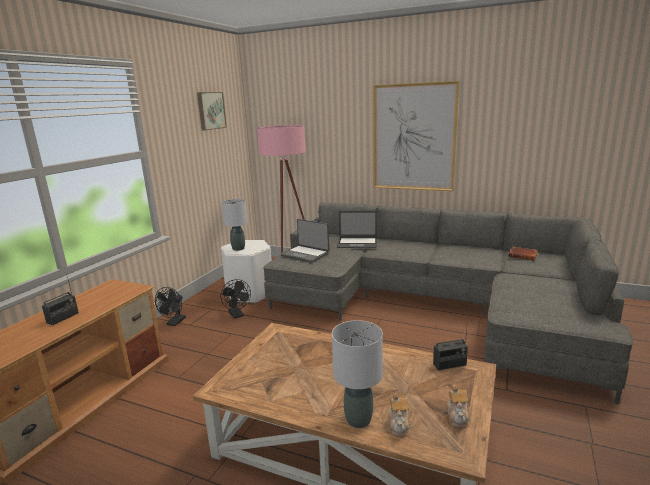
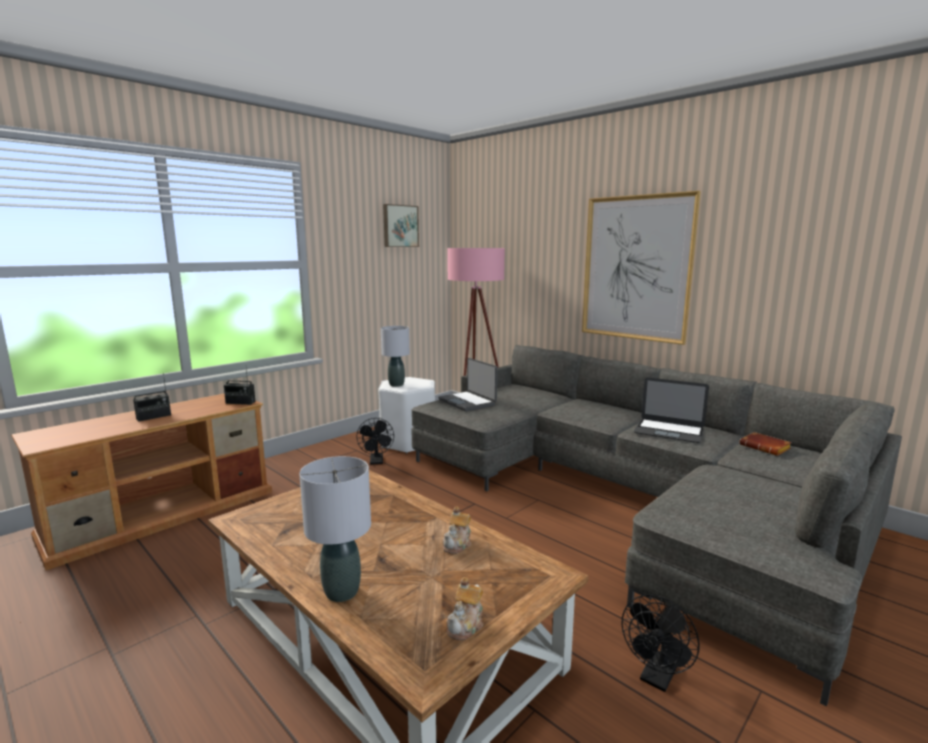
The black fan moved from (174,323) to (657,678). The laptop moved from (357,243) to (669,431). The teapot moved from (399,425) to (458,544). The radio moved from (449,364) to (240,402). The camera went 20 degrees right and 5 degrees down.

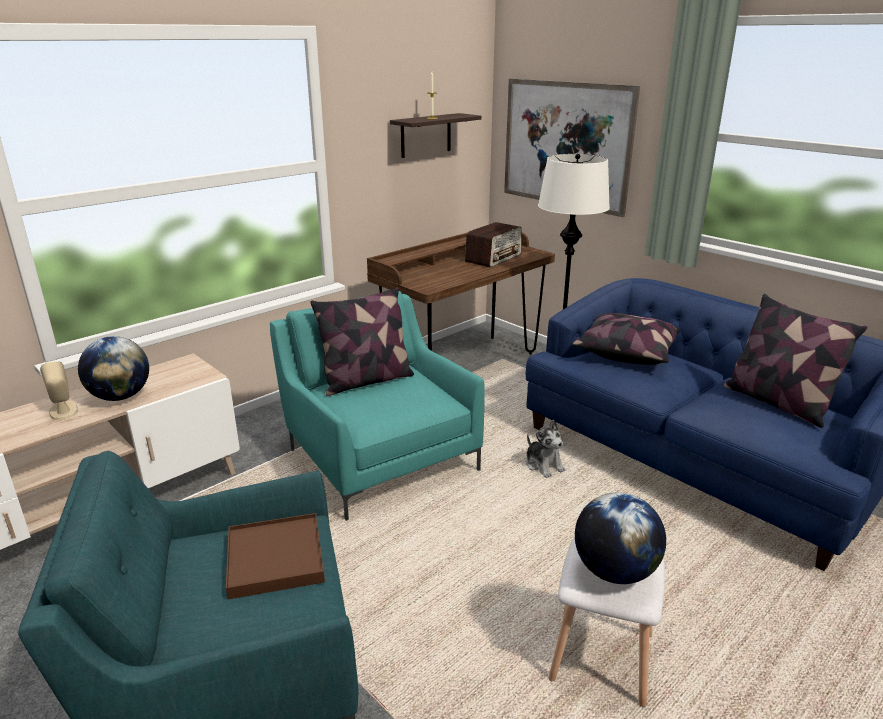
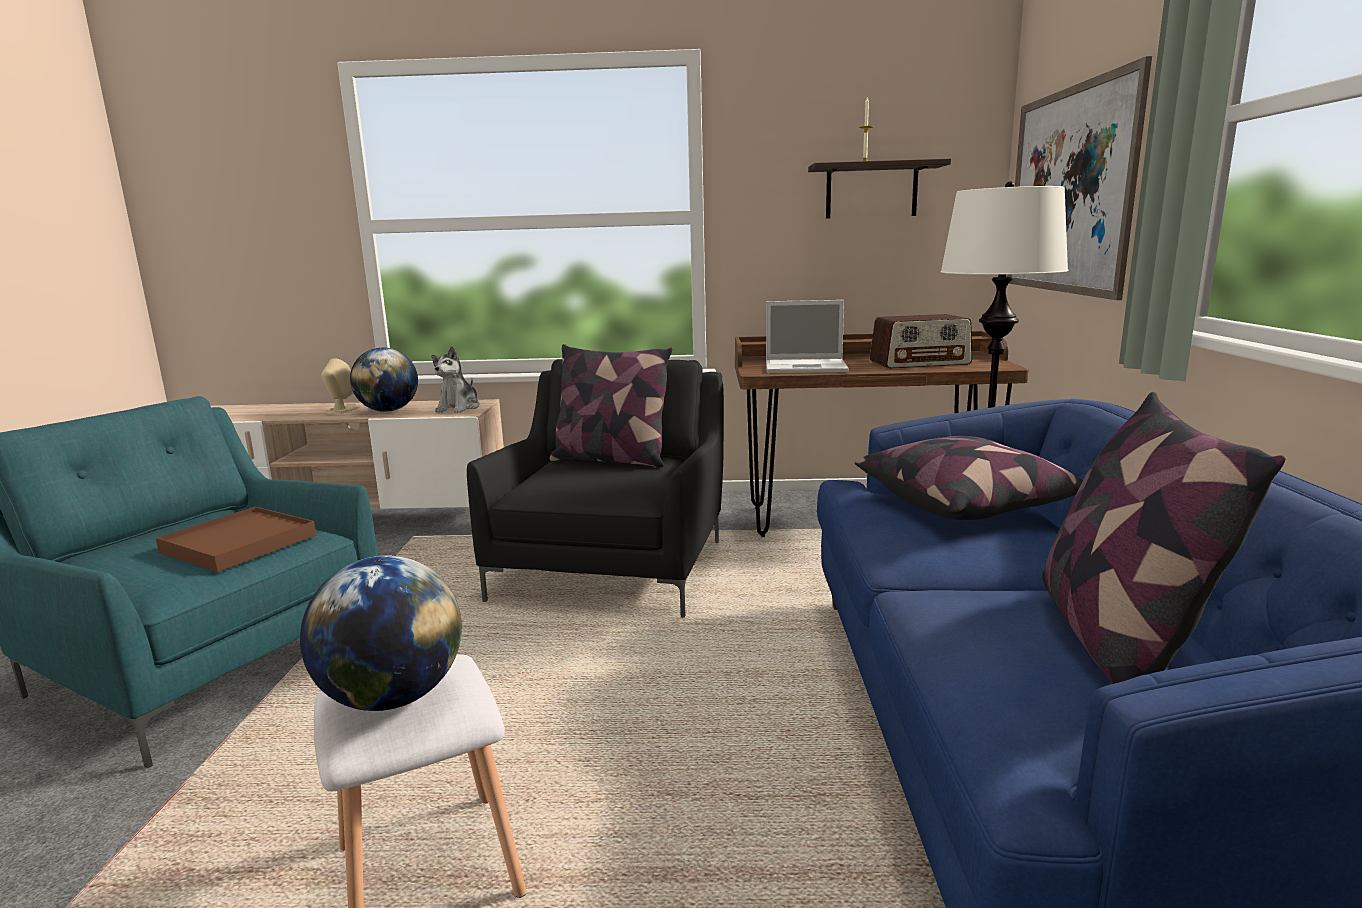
The laptop at (807,367) appeared. The plush toy moved from (543,465) to (459,408). The turquoise armchair at (380,456) became the black armchair at (614,566). The camera went 45 degrees right and 10 degrees down.

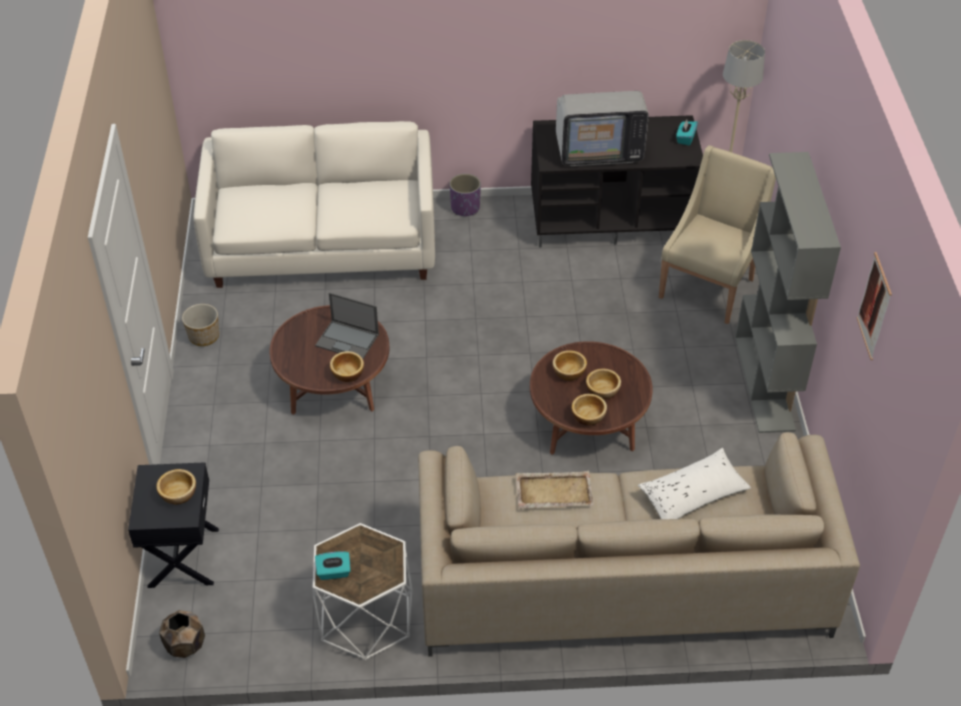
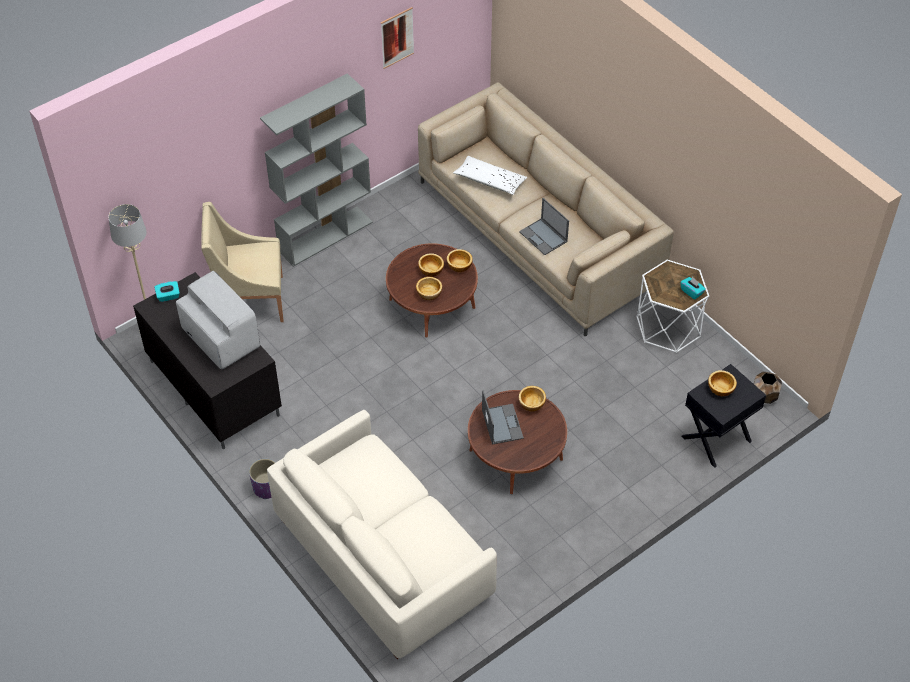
The planter at (203,336) disappeared. The beige tray at (553,492) was replaced by the laptop at (543,237). The camera went 125 degrees left and 5 degrees up.

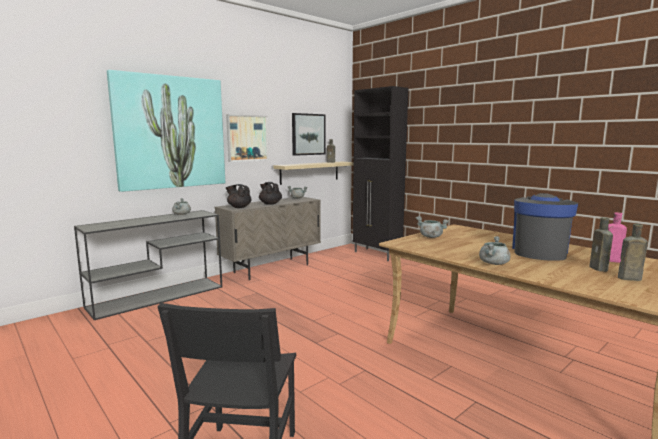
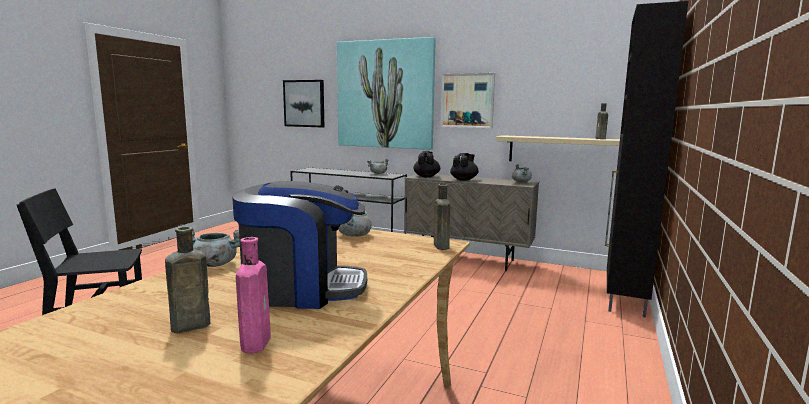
The picture moved from (308,134) to (304,103). The brown bottle moved from (627,278) to (440,246). The camera went 65 degrees right and 0 degrees up.

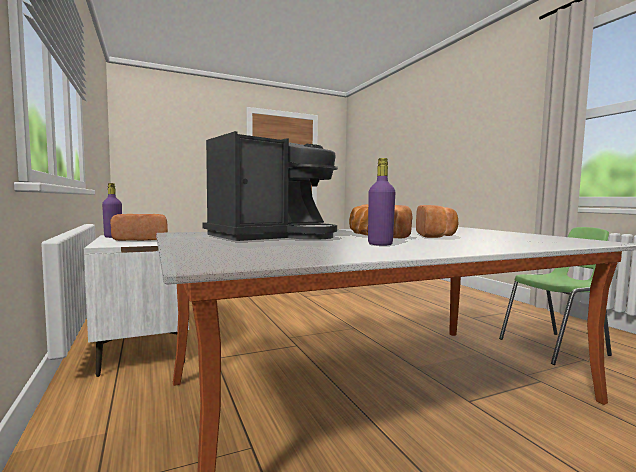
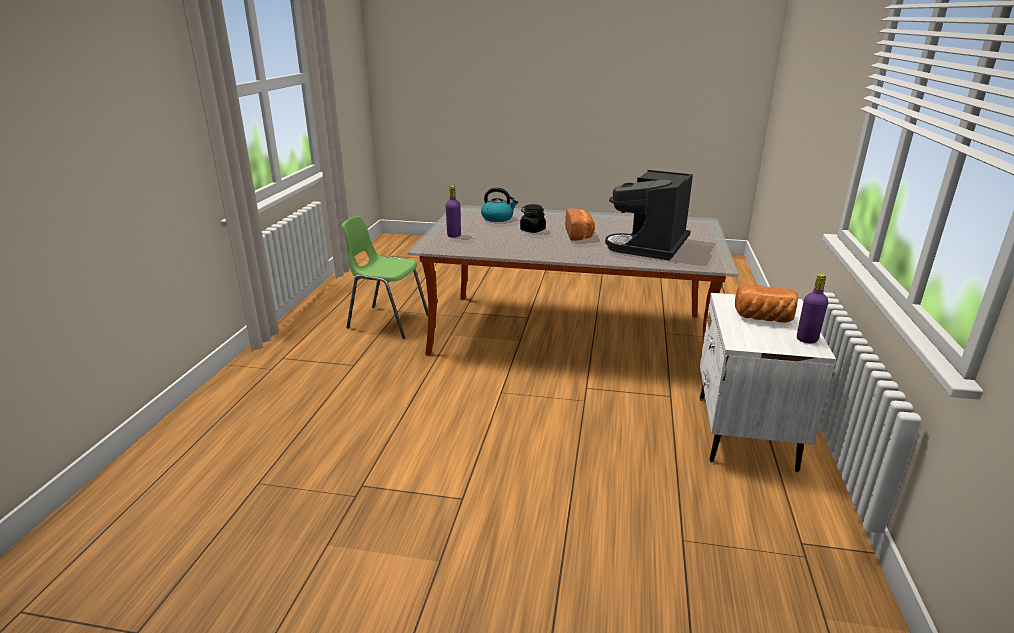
The kettle at (498,218) appeared. The purple bottle moved from (380,244) to (454,235). The bread at (436,236) was replaced by the black jar at (532,230). The coffee machine at (273,236) turned 60 degrees counterclockwise. The camera went 145 degrees left and 20 degrees up.

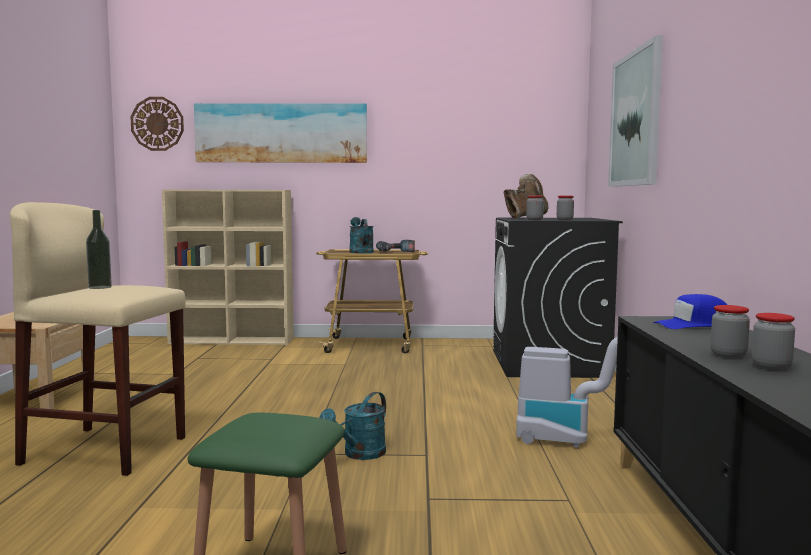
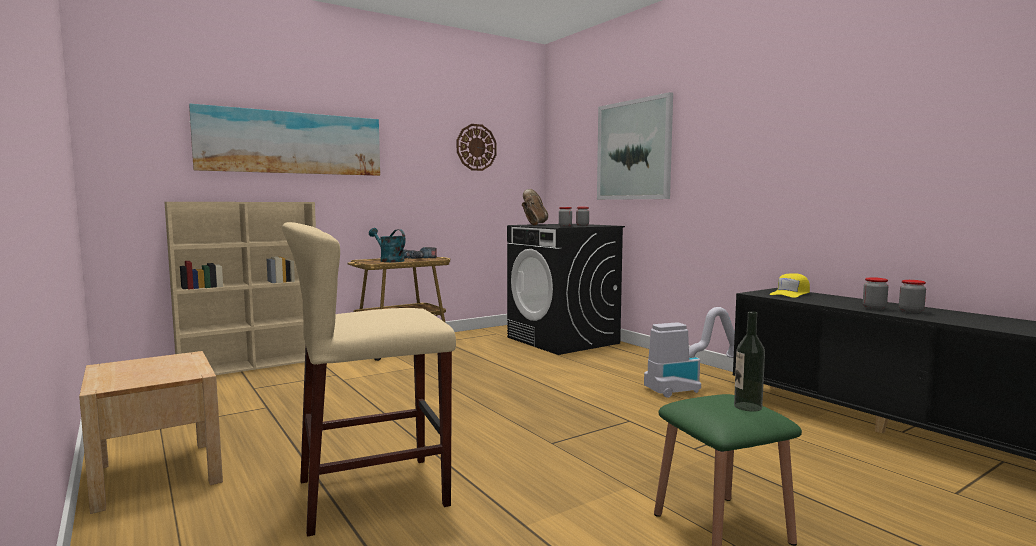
The turquoise watering can at (359,454) disappeared. The bottle moved from (100,287) to (747,407). The wall clock moved from (157,124) to (476,147). The blue cap at (692,325) became the yellow cap at (790,294). The camera went 35 degrees left and 0 degrees up.

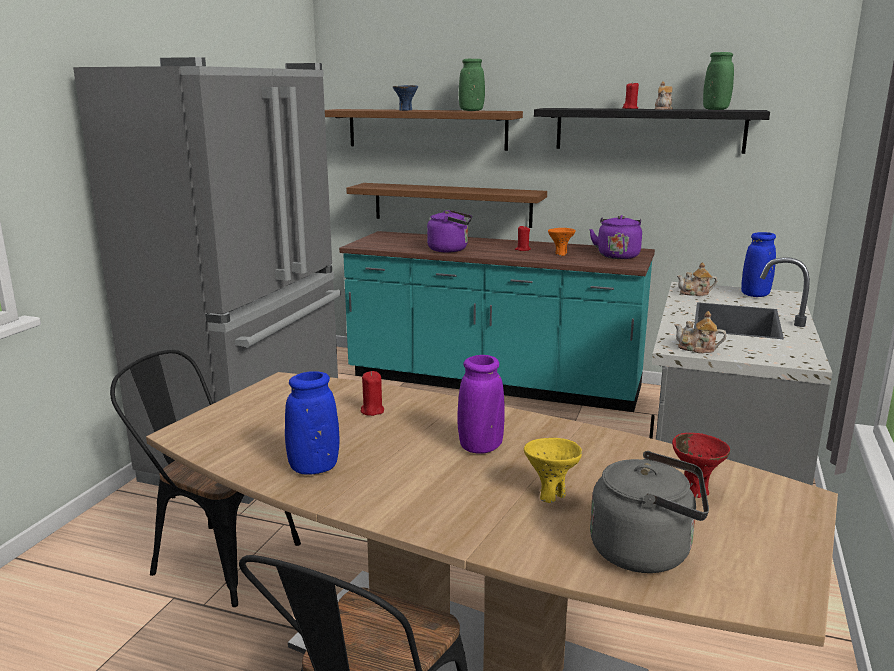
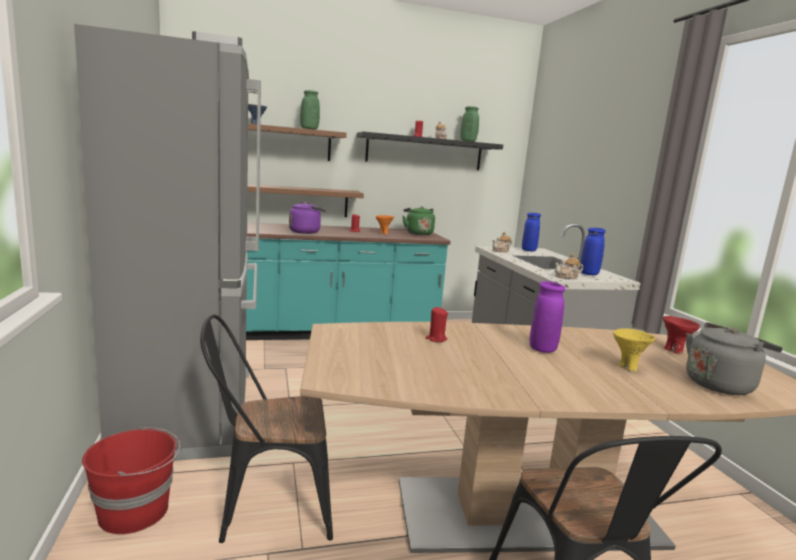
The red bucket at (135,511) appeared. The blue vase moved from (314,468) to (589,274). The purple kettle at (617,255) became the green kettle at (418,233). The camera went 35 degrees left and 5 degrees down.

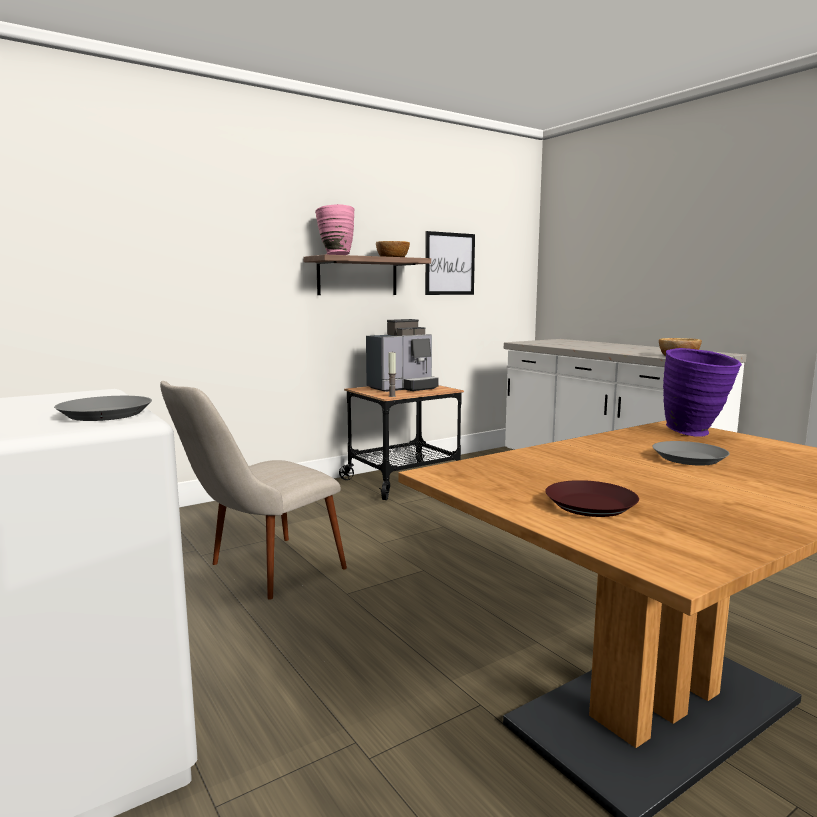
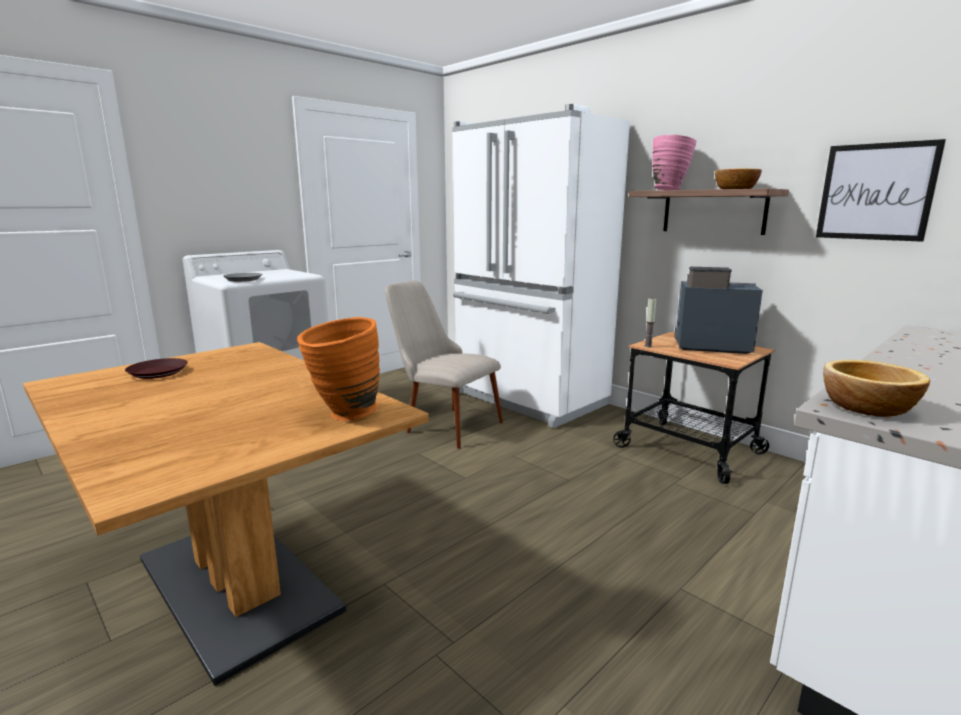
The grey plate at (688,458) disappeared. The white fridge at (528,399) appeared. The purple vase at (696,434) became the orange vase at (343,416). The coffee machine at (403,388) turned 150 degrees clockwise. The camera went 80 degrees right and 5 degrees up.

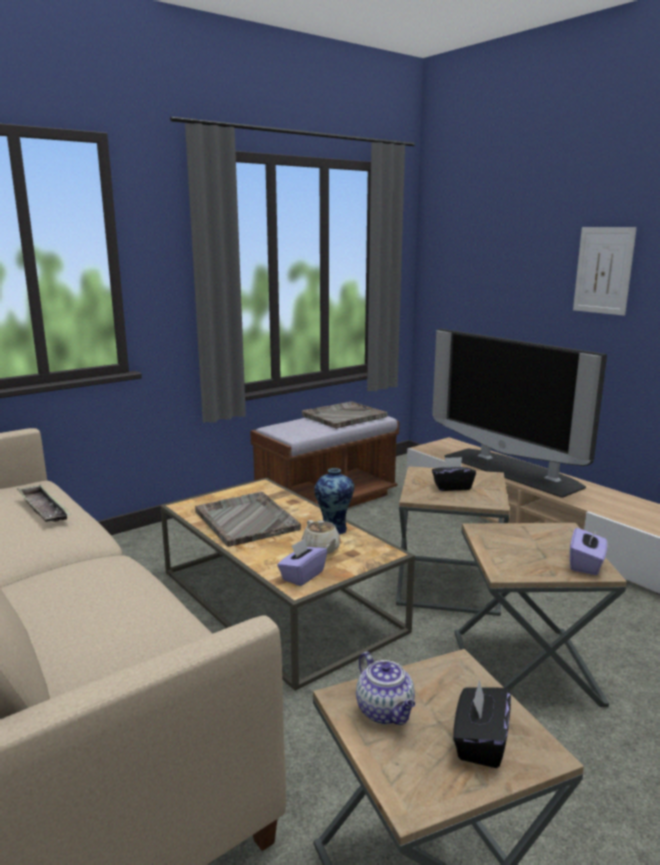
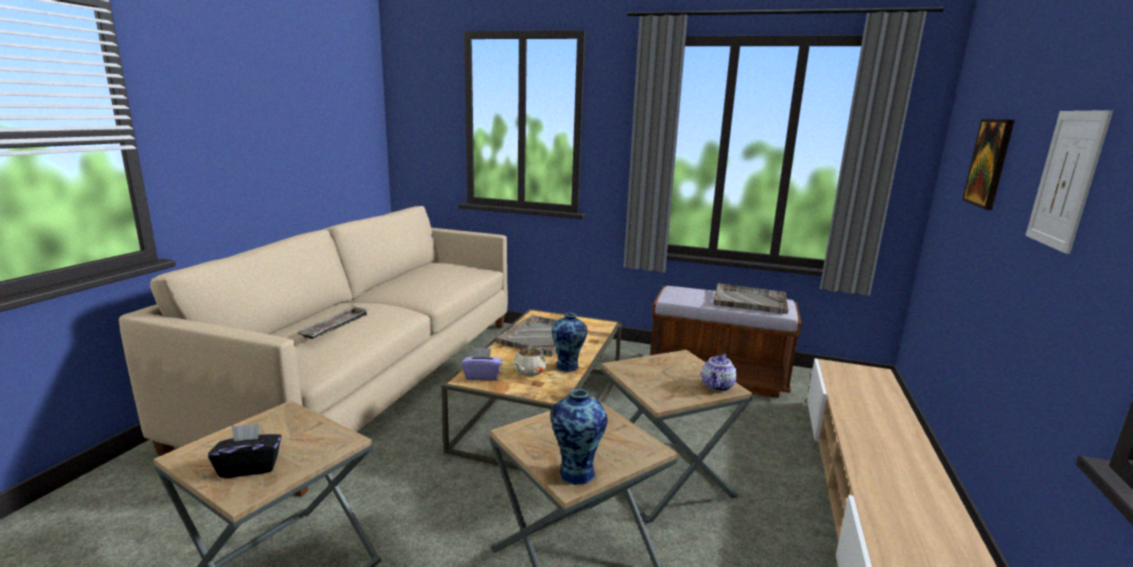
The television at (513,471) disappeared. The black tissue box at (452,487) disappeared. The picture at (989,163) appeared. The tray moved from (43,509) to (335,326). The teapot moved from (386,712) to (717,386). The purple tissue box at (586,564) was replaced by the vase at (576,472). The camera went 55 degrees right and 0 degrees up.

